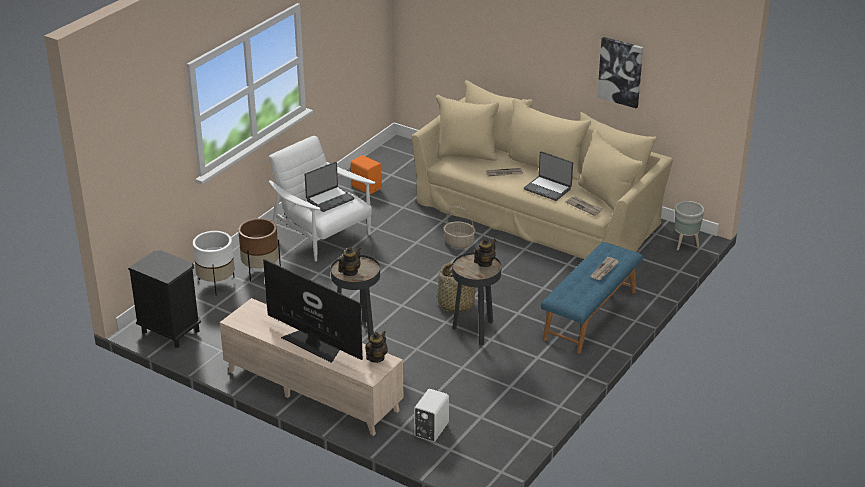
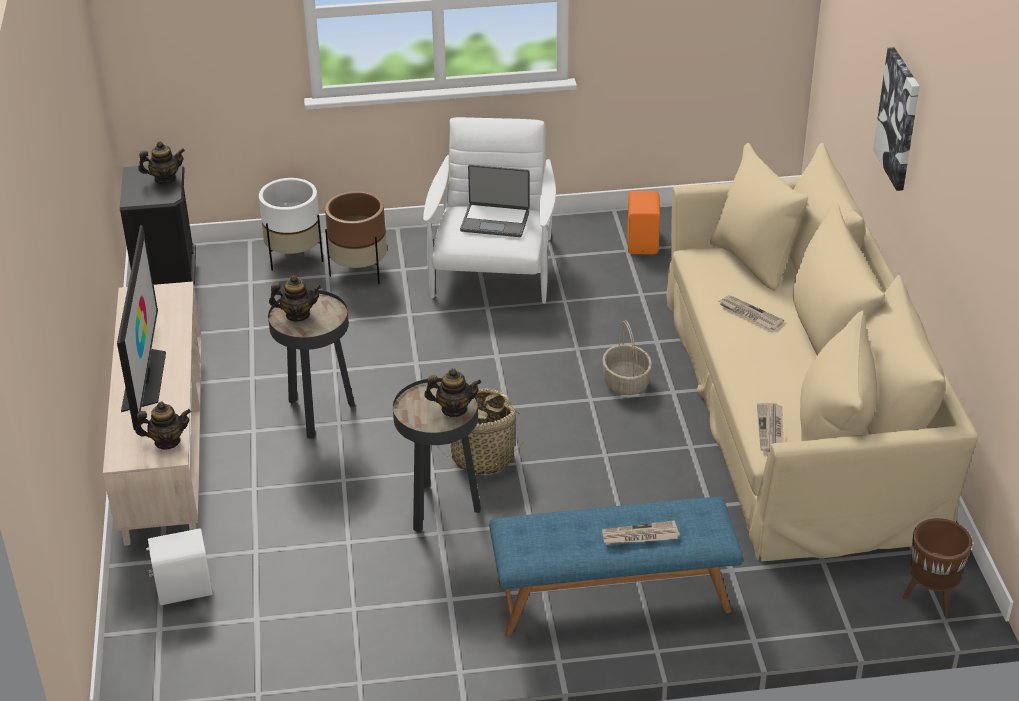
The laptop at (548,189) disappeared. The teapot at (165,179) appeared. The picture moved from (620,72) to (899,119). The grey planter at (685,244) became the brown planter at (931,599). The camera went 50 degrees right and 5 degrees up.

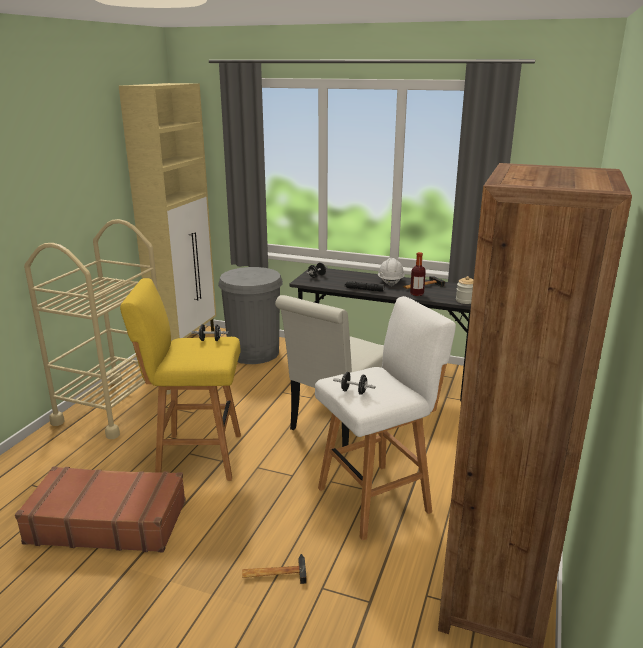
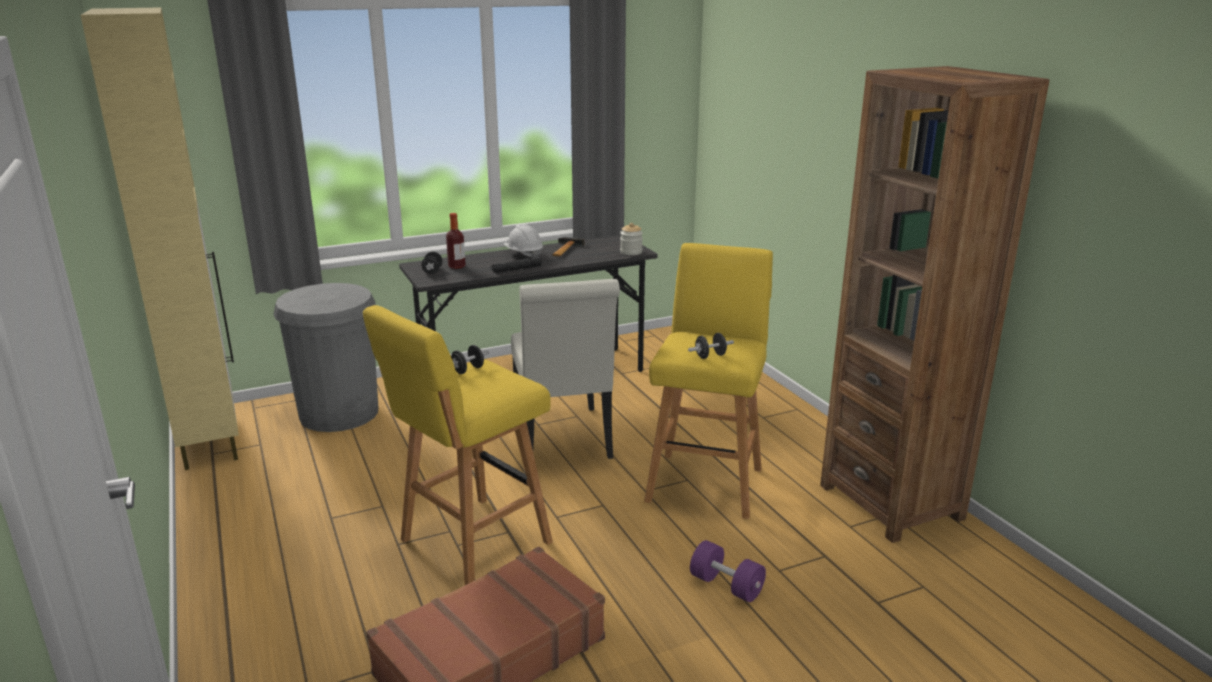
The beige cart at (114,407) disappeared. The bottle moved from (417,294) to (456,266). The hammer at (274,572) was replaced by the purple dumbbell at (726,586). The white stool at (377,498) became the yellow stool at (705,482). The camera went 45 degrees left and 0 degrees up.

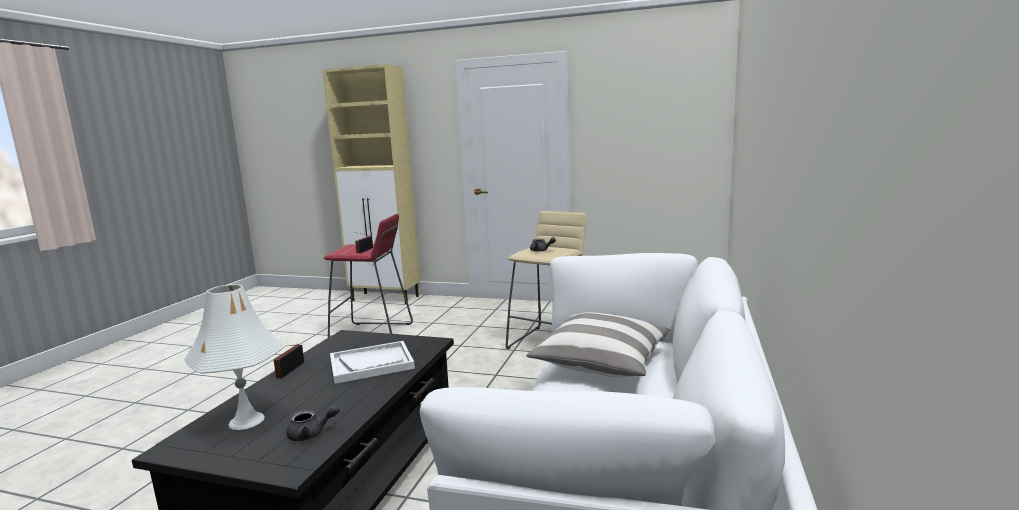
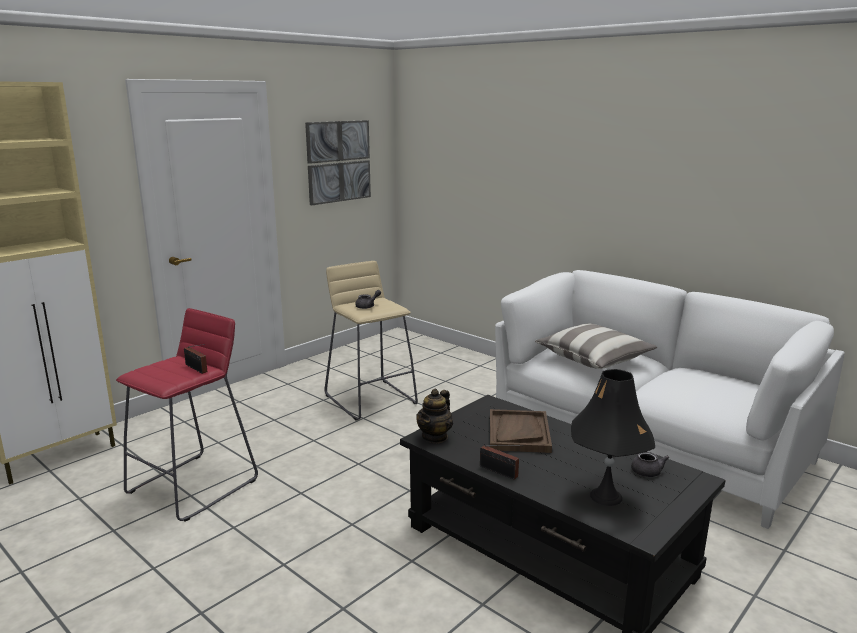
The picture at (338,161) appeared. The teapot at (435,437) appeared. The white table lamp at (246,421) became the black table lamp at (606,496). The white tray at (371,364) became the brown tray at (518,433). The camera went 65 degrees left and 5 degrees up.

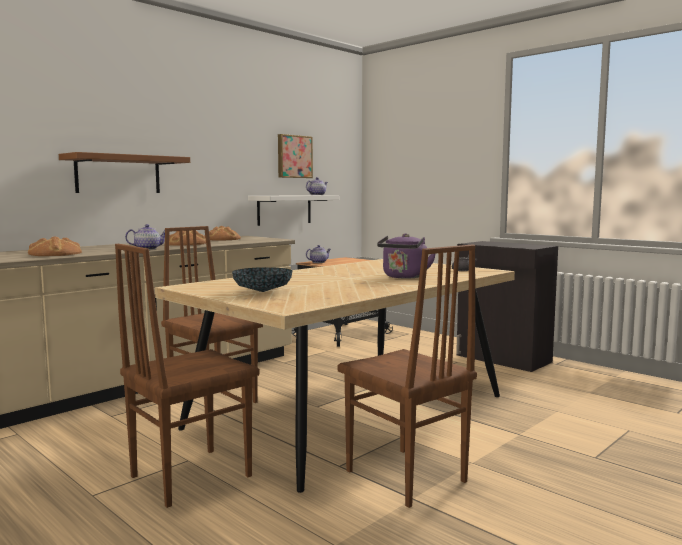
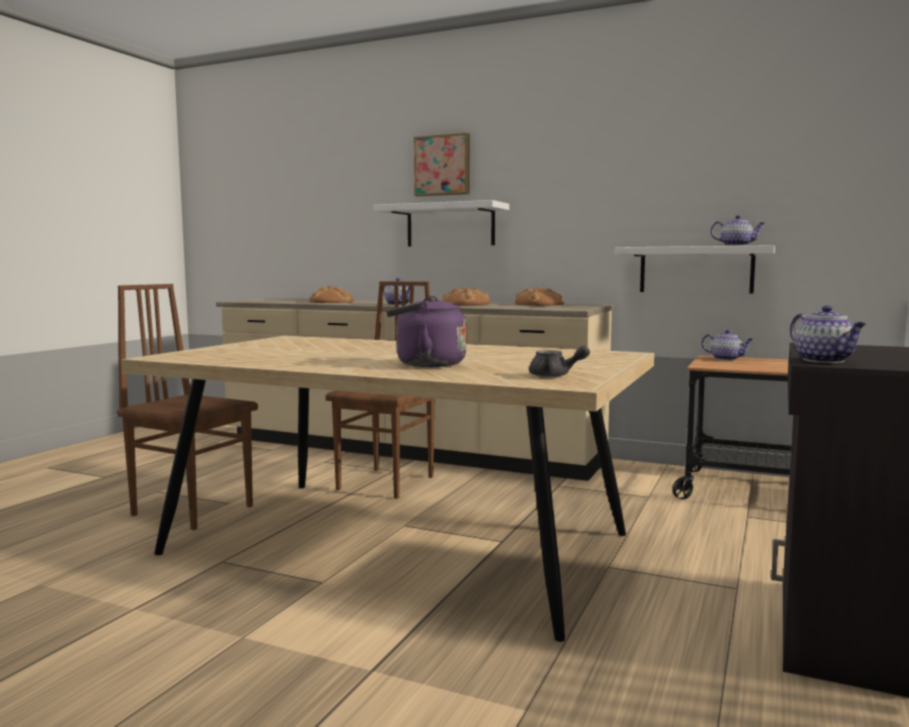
The bowl at (262,292) disappeared. The brown chair at (404,477) disappeared. The teapot at (825,360) appeared. The picture moved from (294,156) to (443,165). The brown shelf at (118,174) became the white shelf at (450,225). The camera went 70 degrees right and 0 degrees up.

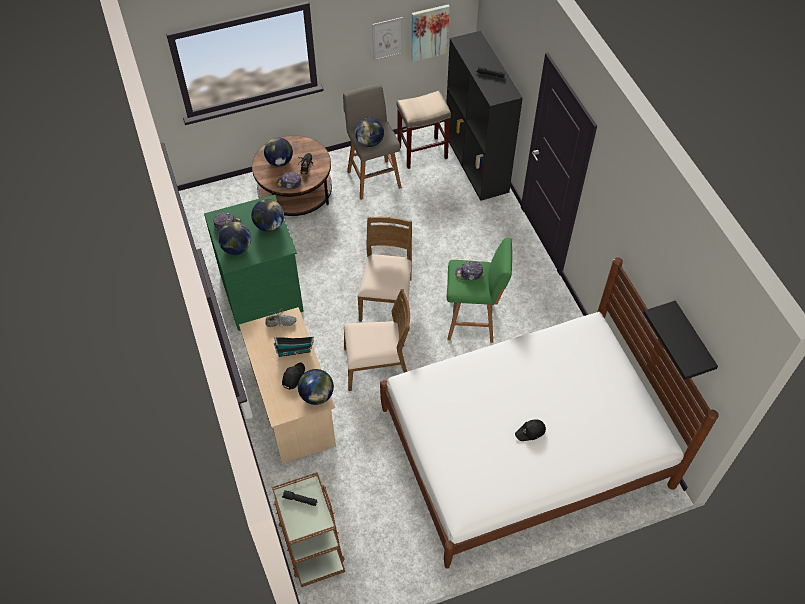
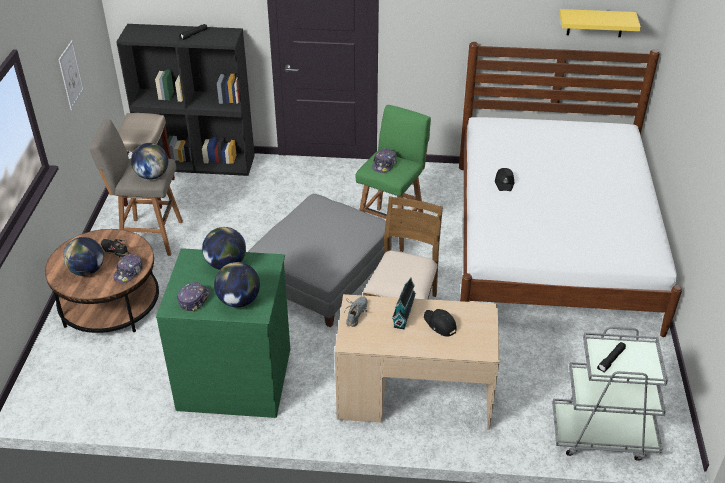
The globe at (317,395) disappeared. The picture at (429,32) disappeared. The black cap moved from (530,432) to (504,183). The brown chair at (387,299) was replaced by the grey ottoman at (321,277). The brown cart at (311,543) became the grey cart at (602,434). The black shelf at (692,340) became the yellow shelf at (595,23). The camera went 65 degrees left and 15 degrees down.

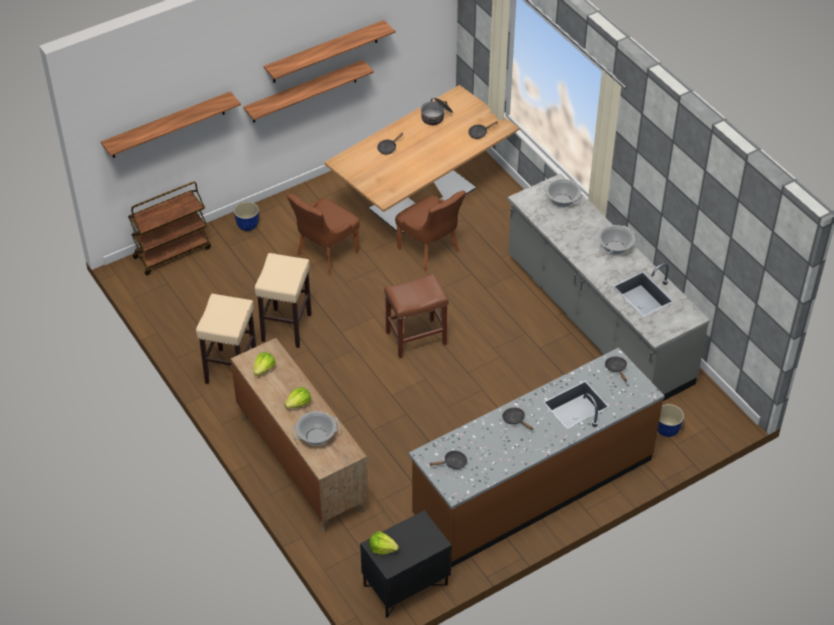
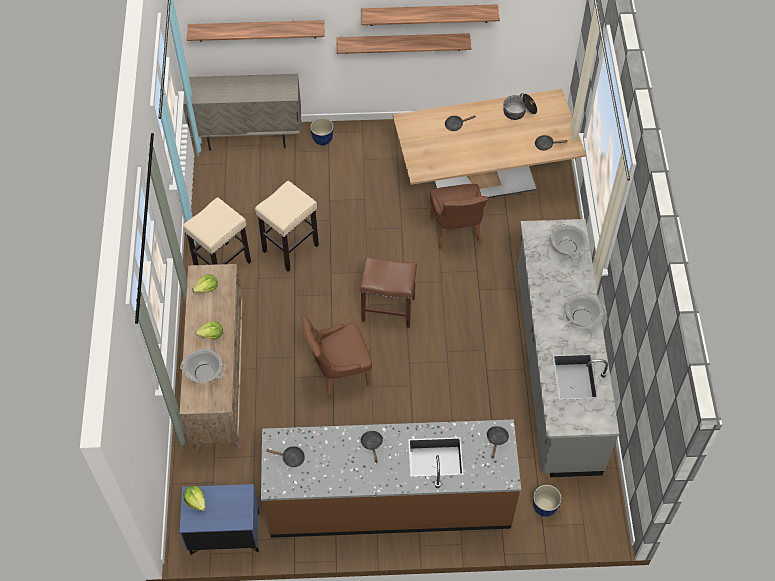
The brown chair moved from (325,254) to (338,373). The brown cart at (172,252) was replaced by the beige cabinet at (248,137). The black nightstand at (405,586) became the blue nightstand at (224,534). The camera went 30 degrees right and 10 degrees up.

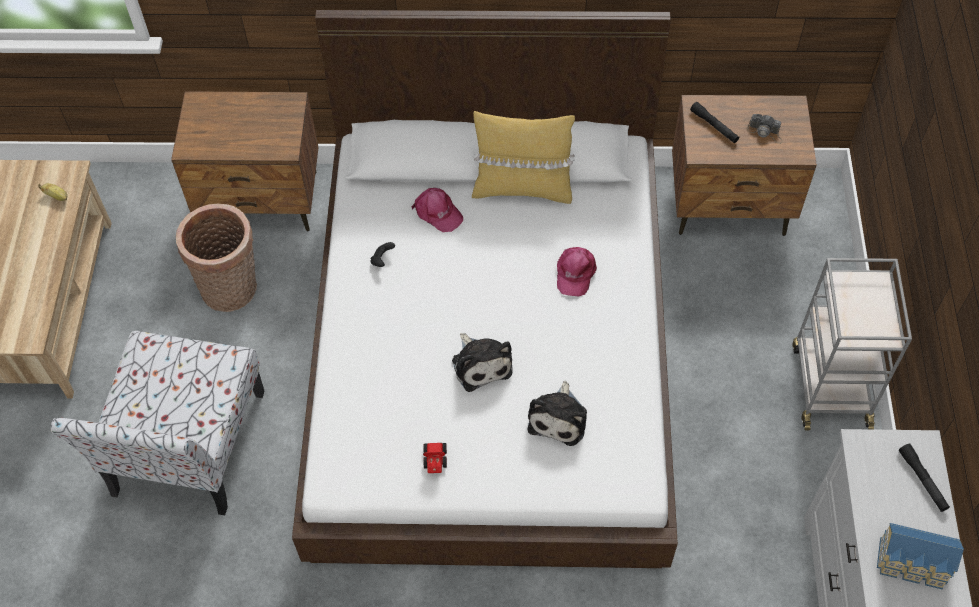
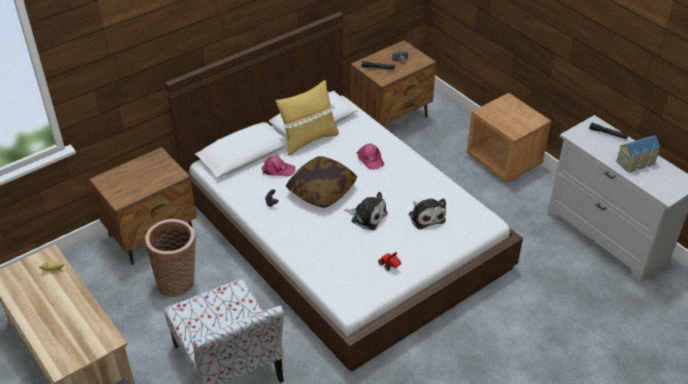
The pillow at (322,190) appeared. The grey cart at (830,384) was replaced by the brown nightstand at (504,161). The camera went 40 degrees left and 15 degrees down.

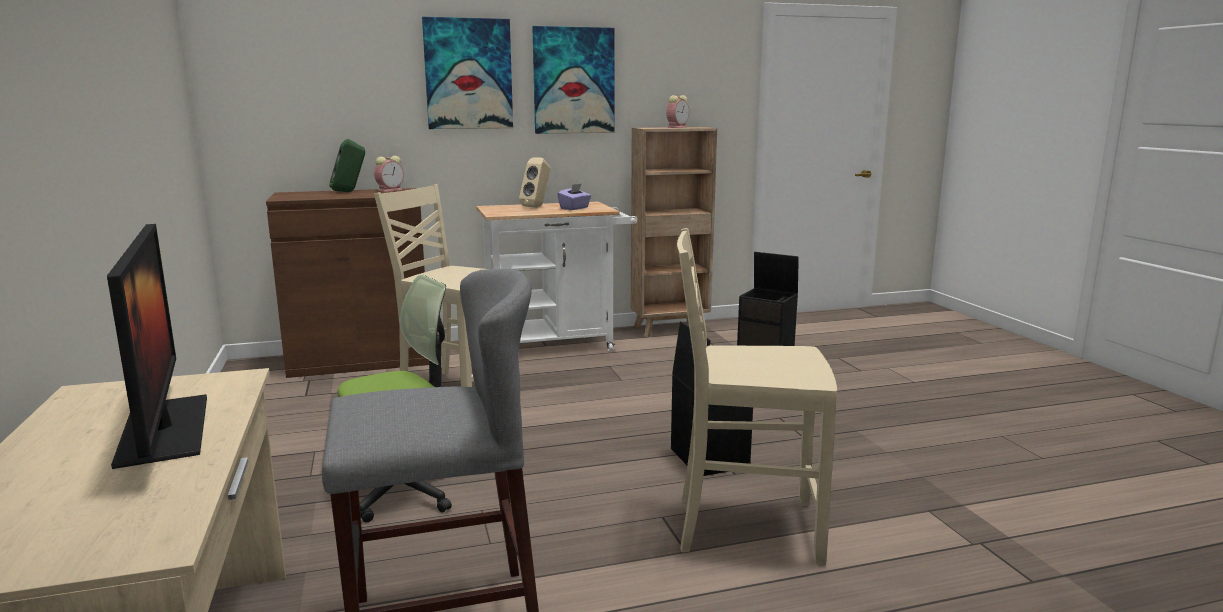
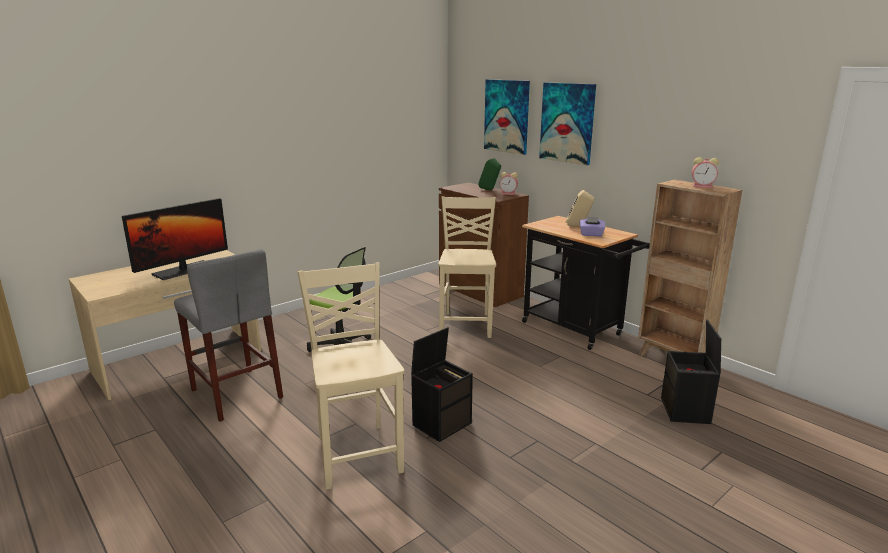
The picture moved from (573,81) to (507,116). The white cart at (558,345) became the black cart at (576,330). The camera went 65 degrees right and 5 degrees up.

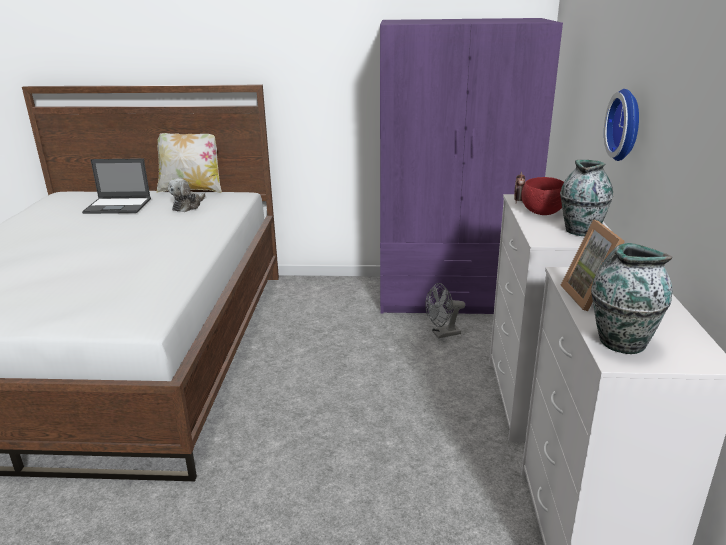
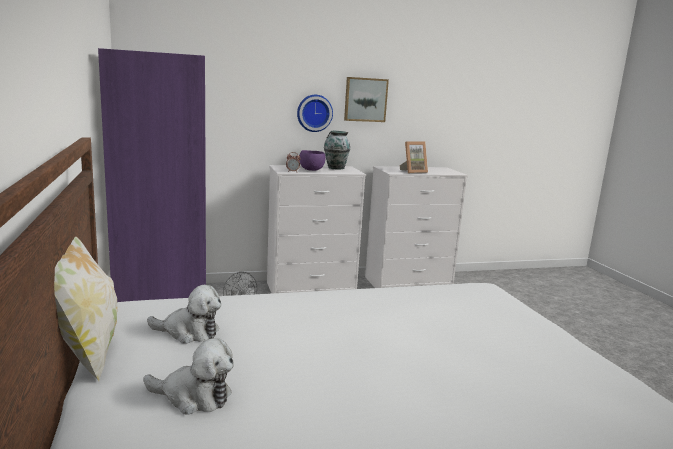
The vase at (620,342) disappeared. The picture at (365,99) appeared. The laptop at (118,206) was replaced by the plush toy at (194,396). The red bowl at (543,213) became the purple bowl at (311,170). The camera went 110 degrees left and 10 degrees down.

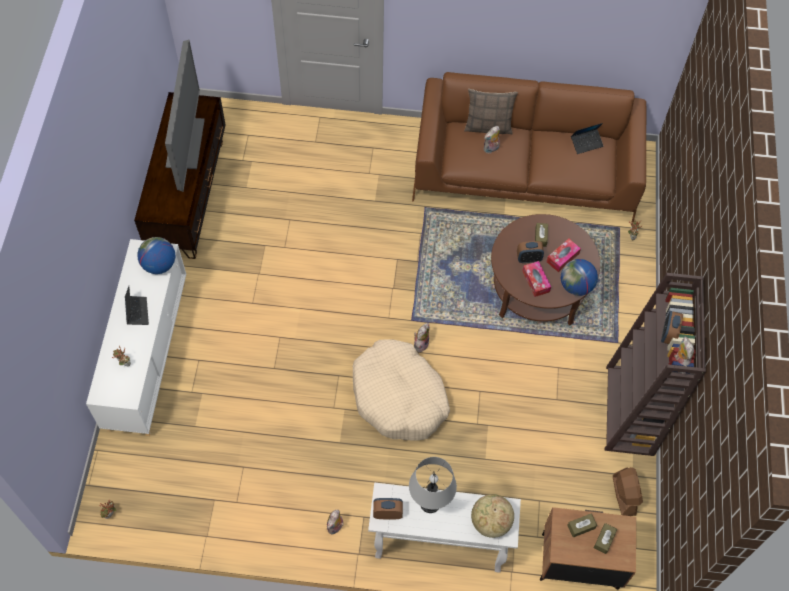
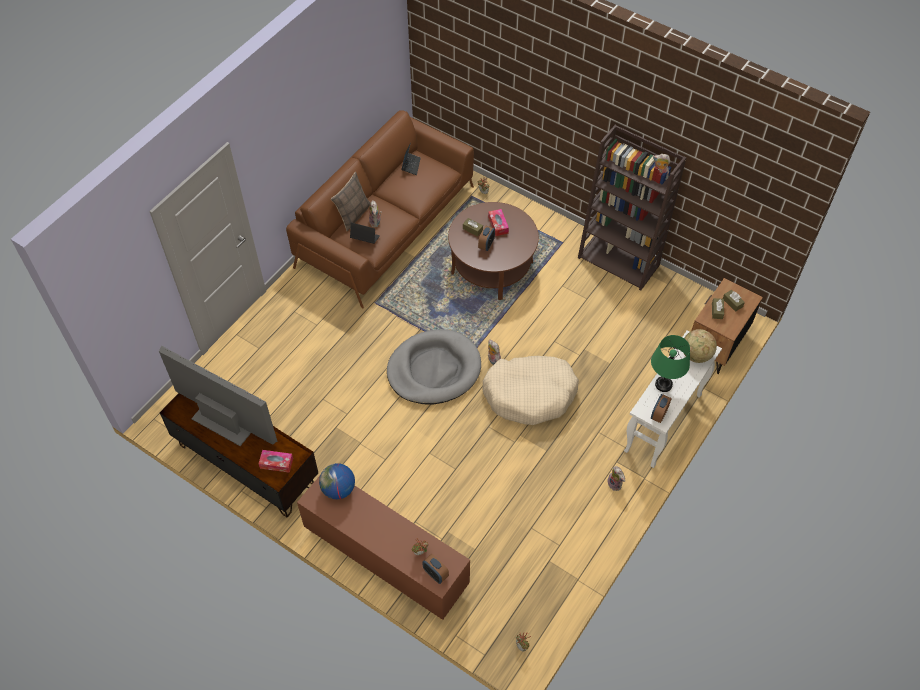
The globe at (576,286) disappeared. The brown fan at (624,495) disappeared. The grey dog bed at (434,370) appeared. The laptop moved from (137,312) to (365,238). The tissue box moved from (536,281) to (276,463). The alarm clock moved from (668,334) to (435,574). The white cabinet at (147,354) became the brown cabinet at (386,559). The grey table lamp at (430,503) became the green table lamp at (663,384). The camera went 60 degrees left and 5 degrees down.

